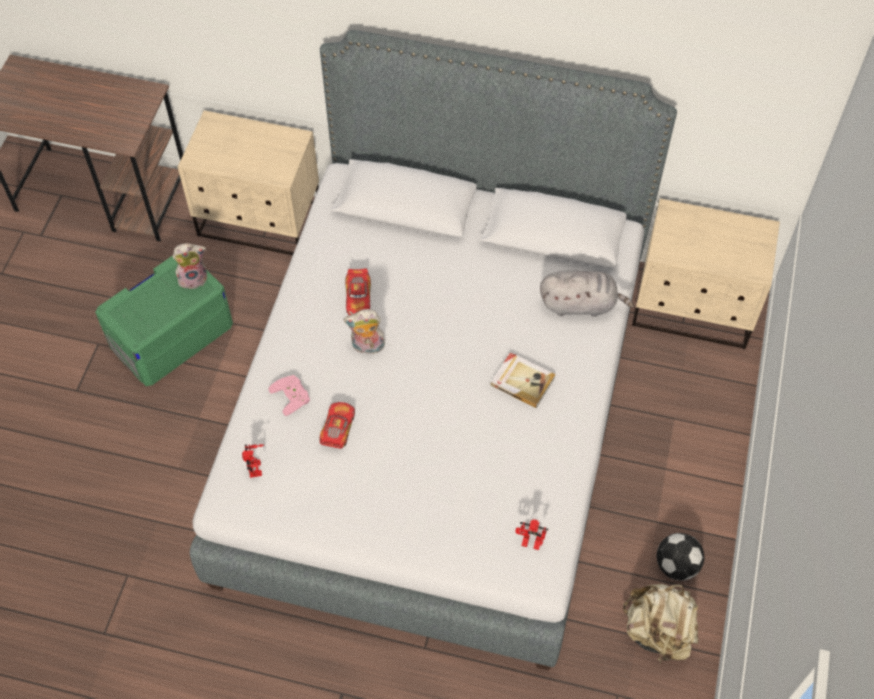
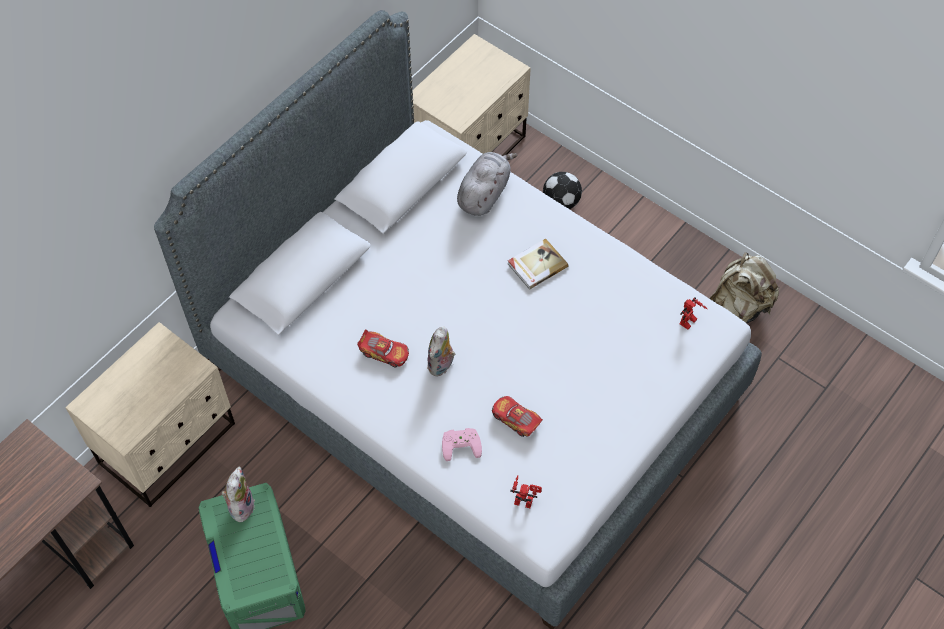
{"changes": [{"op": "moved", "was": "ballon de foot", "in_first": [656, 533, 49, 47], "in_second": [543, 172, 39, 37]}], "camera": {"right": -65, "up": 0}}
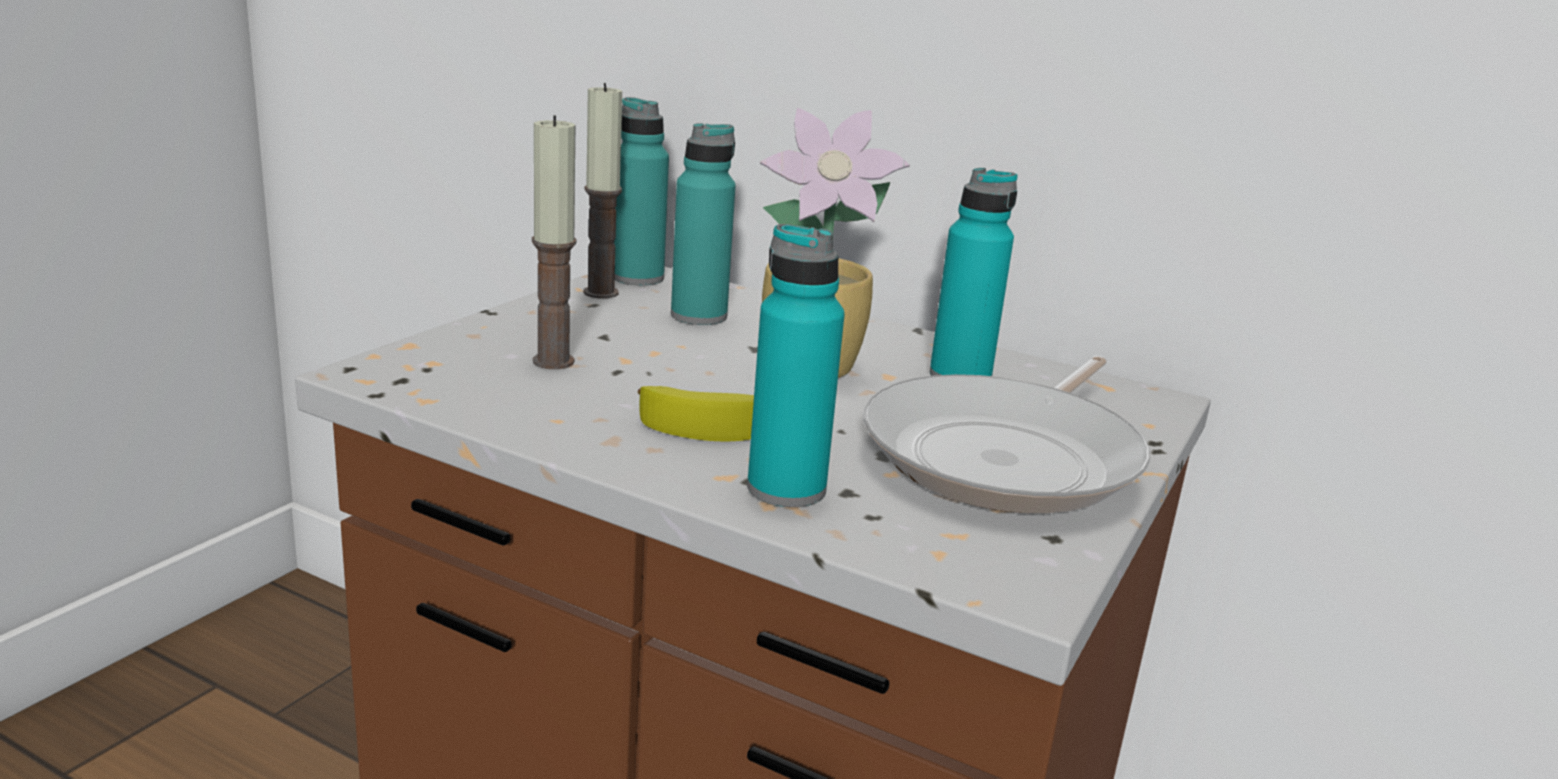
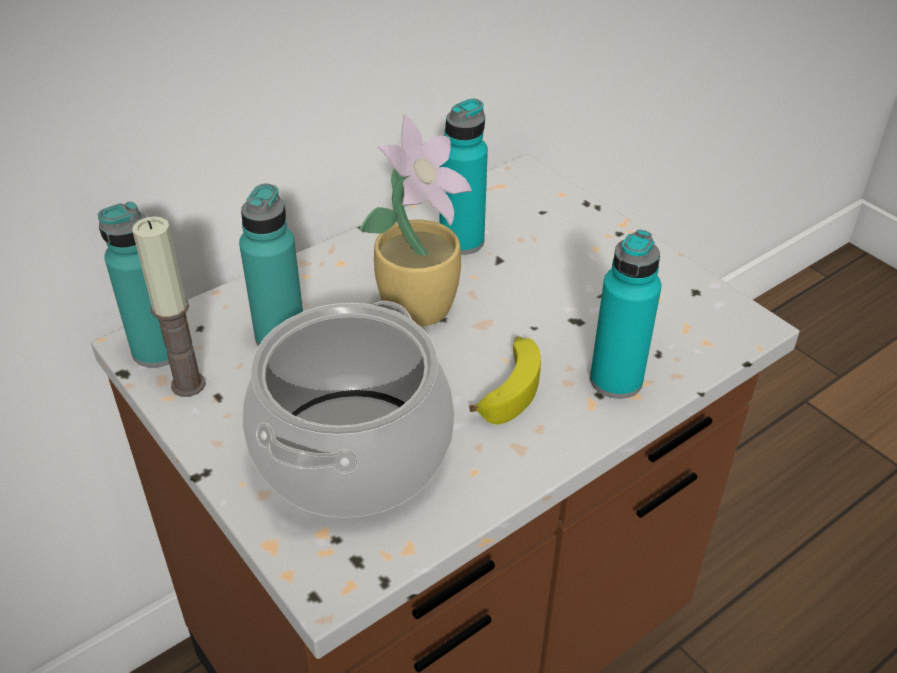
{"changes": [{"op": "removed", "was": "poêle", "in_first": [864, 356, 286, 157]}, {"op": "replaced", "was": "bougie", "now": "marmite", "in_first": [532, 115, 45, 254], "in_second": [242, 301, 212, 217]}], "camera": {"right": -65, "up": 20}}
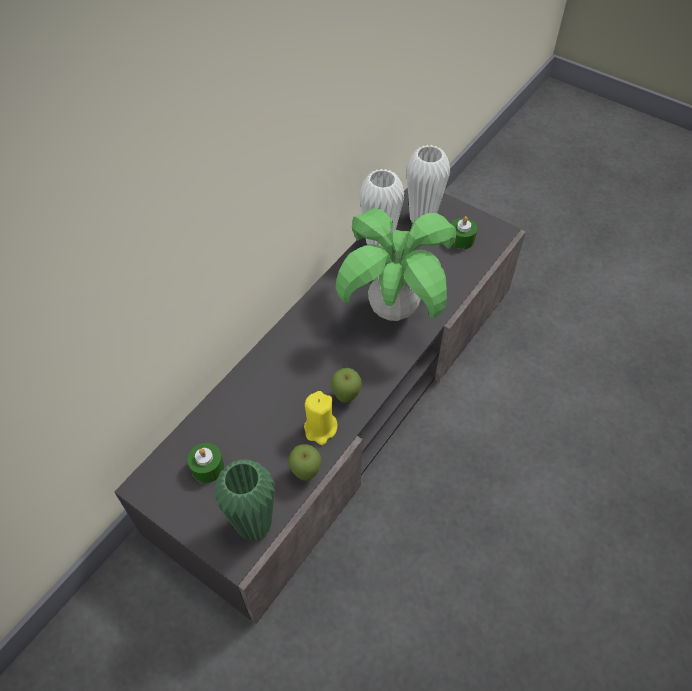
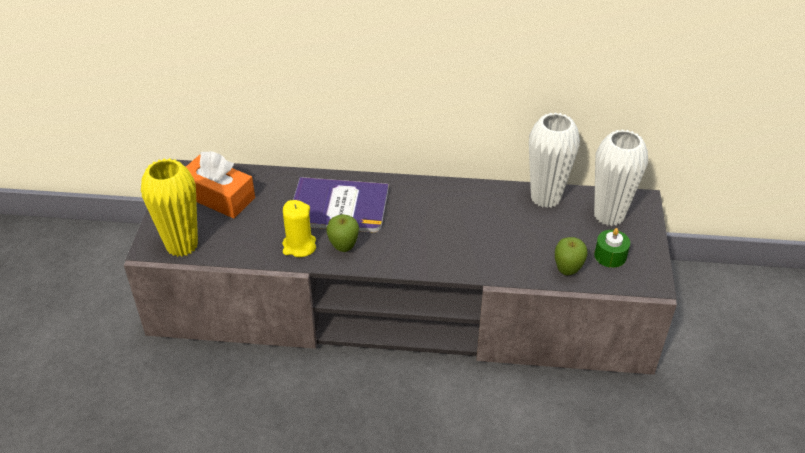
{"changes": [{"op": "removed", "was": "plante en pot", "in_first": [335, 208, 121, 113]}, {"op": "added", "now": "livre", "in_second": [293, 177, 96, 56]}, {"op": "moved", "was": "pomme", "in_first": [288, 444, 33, 37], "in_second": [555, 237, 33, 38]}, {"op": "replaced", "was": "bougie [vert]", "now": "boîte à mouchoirs [orange]", "in_first": [187, 443, 37, 40], "in_second": [186, 151, 69, 67]}, {"op": "recoloured", "was": "vase [vert]", "now": "vase [jaune]", "in_first": [215, 460, 60, 82], "in_second": [141, 158, 57, 99]}], "camera": {"right": 60, "up": -10}}
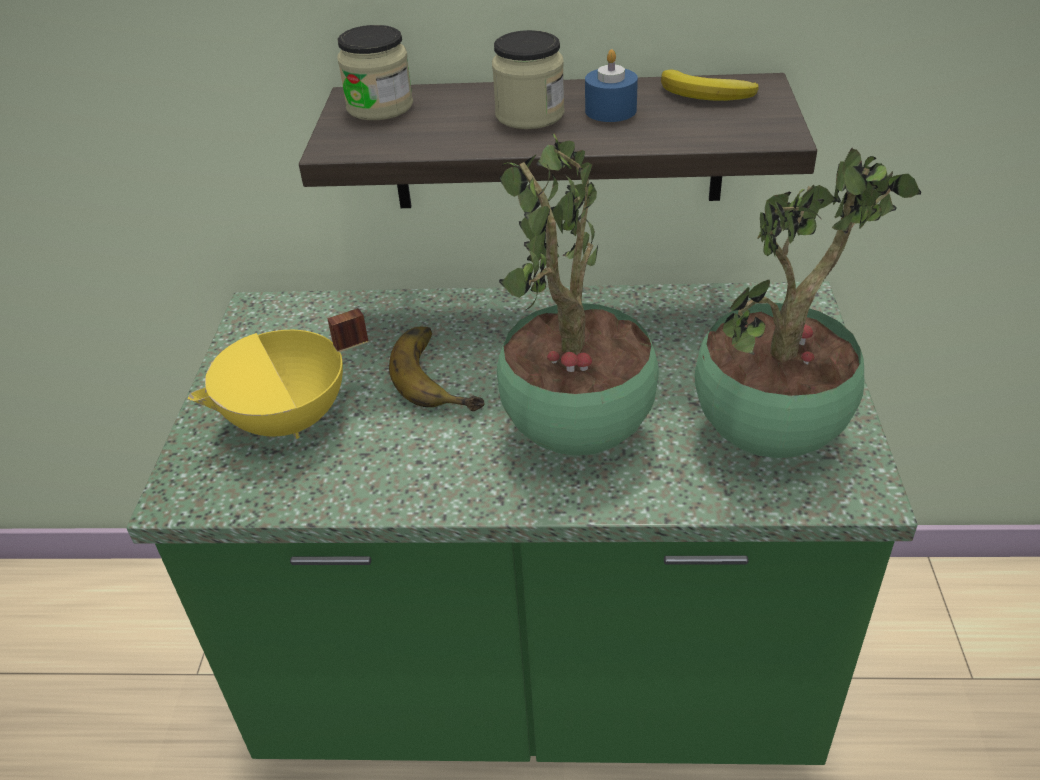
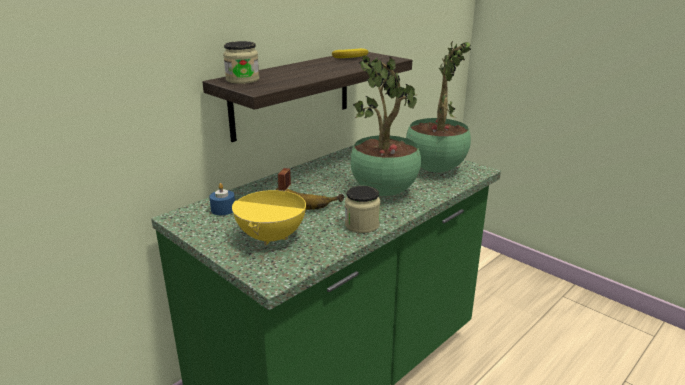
{"changes": [{"op": "moved", "was": "bocal", "in_first": [492, 30, 73, 99], "in_second": [345, 186, 35, 47]}, {"op": "moved", "was": "bougie [bleu]", "in_first": [585, 49, 53, 73], "in_second": [209, 183, 26, 32]}], "camera": {"right": -50, "up": -15}}
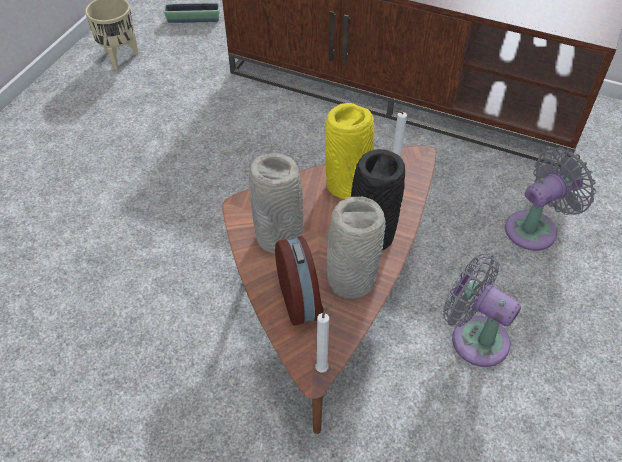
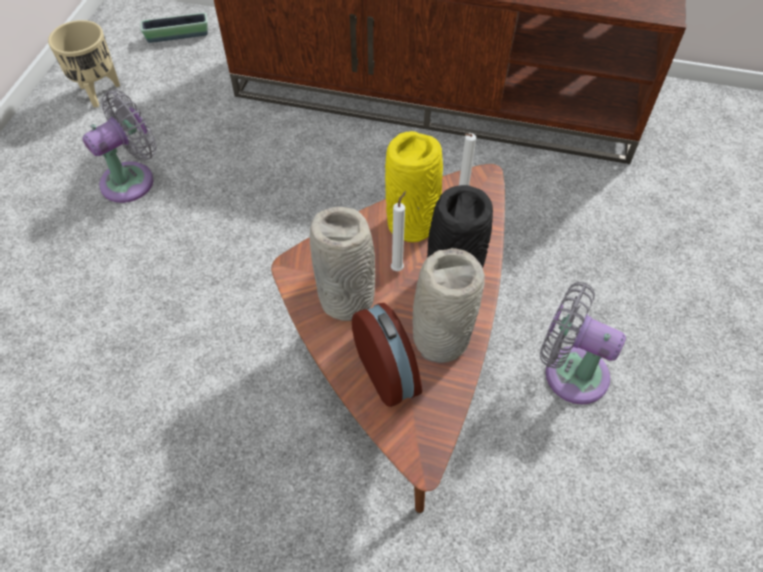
{"changes": [{"op": "moved", "was": "bougie [blanc]", "in_first": [315, 303, 17, 69], "in_second": [391, 191, 15, 80]}, {"op": "moved", "was": "ventilateur [gris]", "in_first": [505, 147, 91, 104], "in_second": [82, 90, 74, 113]}], "camera": {"right": -10, "up": 5}}
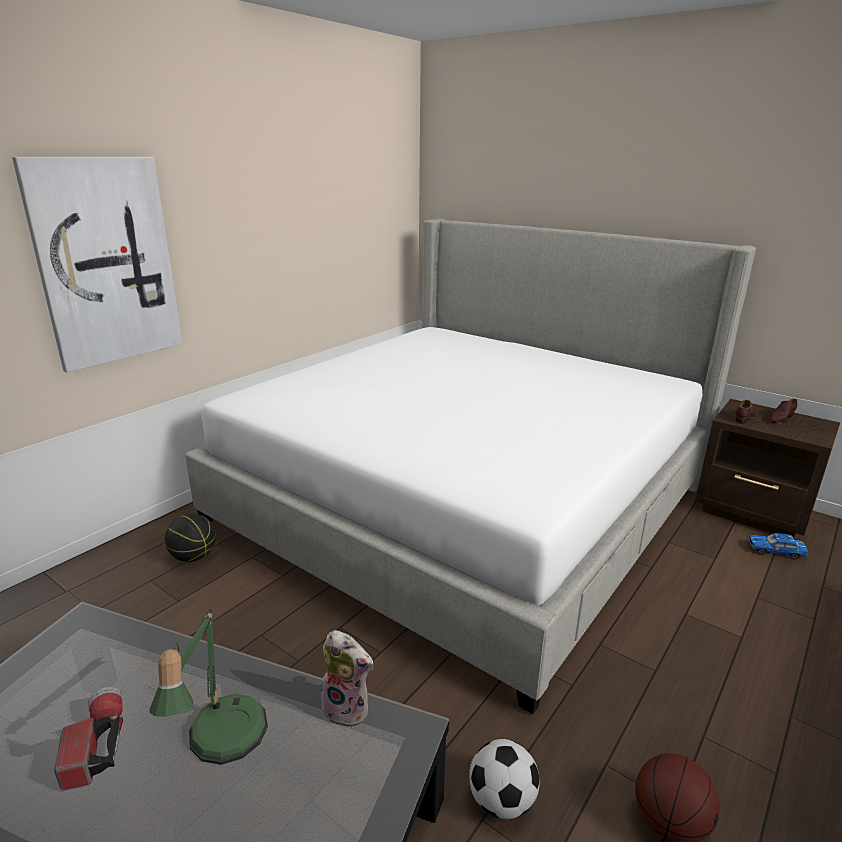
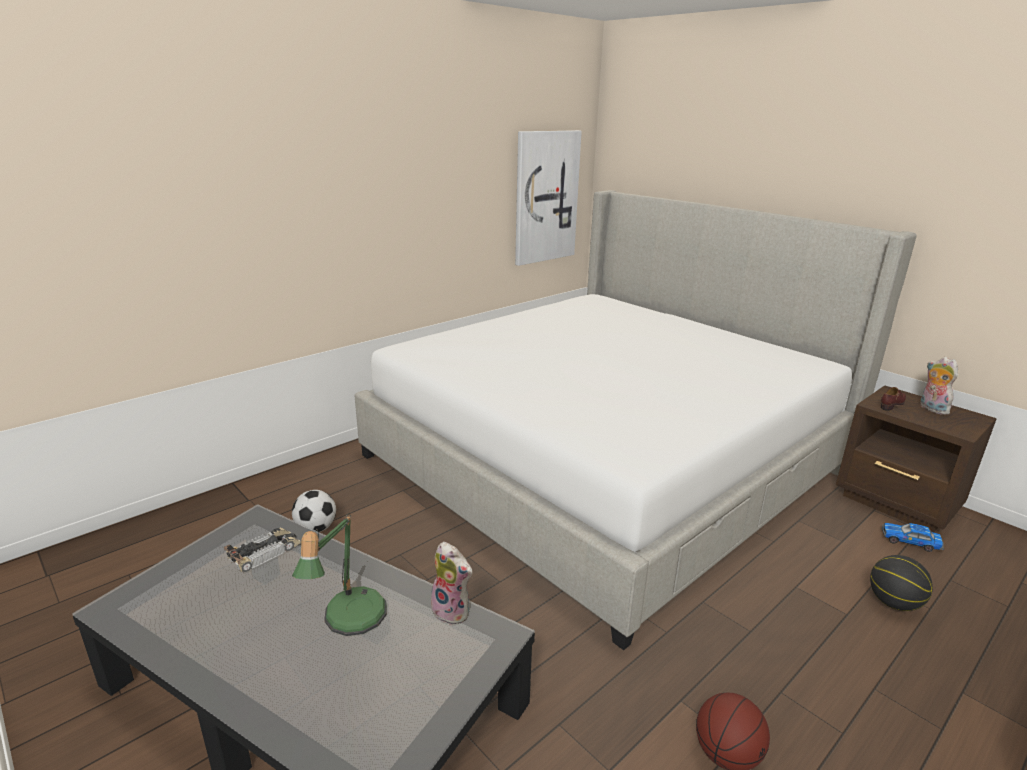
{"changes": [{"op": "removed", "was": "lampe de poche", "in_first": [54, 687, 69, 103]}, {"op": "added", "now": "petite voiture", "in_second": [224, 527, 77, 45]}, {"op": "moved", "was": "tableau", "in_first": [12, 157, 170, 215], "in_second": [515, 130, 67, 136]}, {"op": "moved", "was": "ballon de basket", "in_first": [165, 513, 51, 49], "in_second": [870, 555, 63, 56]}, {"op": "moved", "was": "ballon de foot", "in_first": [469, 739, 70, 80], "in_second": [292, 490, 44, 42]}, {"op": "replaced", "was": "chaussure [marron]", "now": "peluche", "in_first": [770, 399, 27, 24], "in_second": [920, 357, 38, 58]}], "camera": {"right": 10, "up": 0}}
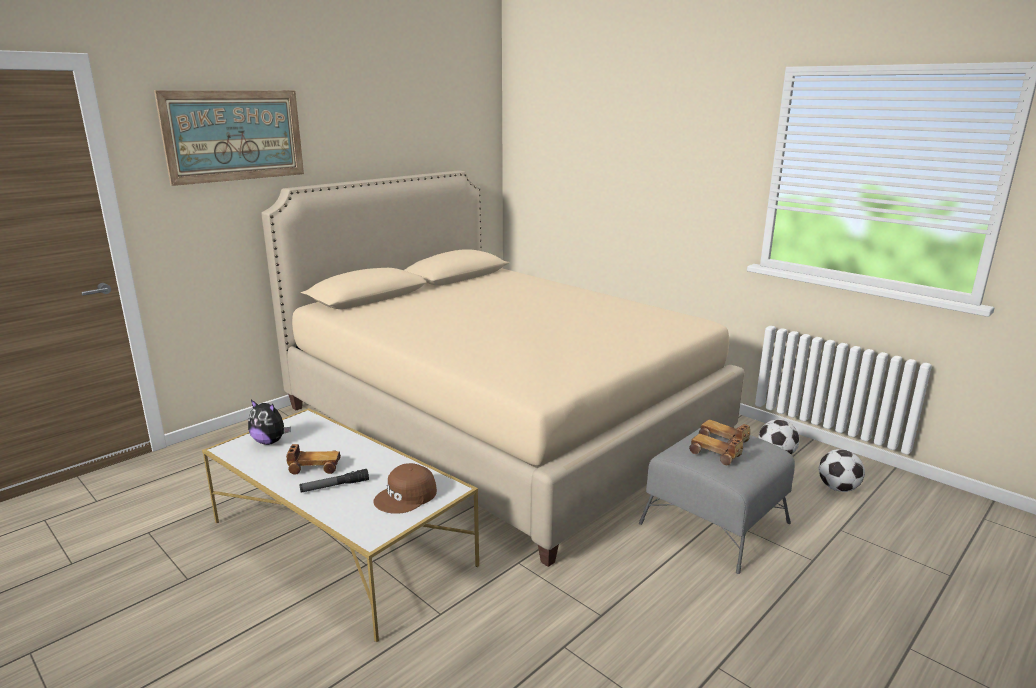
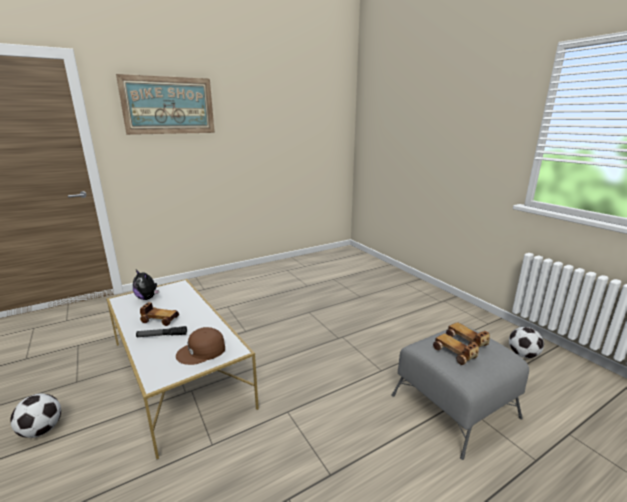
{"changes": [{"op": "removed", "was": "lit [beige]", "in_first": [261, 170, 483, 397]}, {"op": "moved", "was": "ballon de foot", "in_first": [819, 449, 46, 43], "in_second": [10, 393, 51, 45]}], "camera": {"right": 15, "up": 0}}
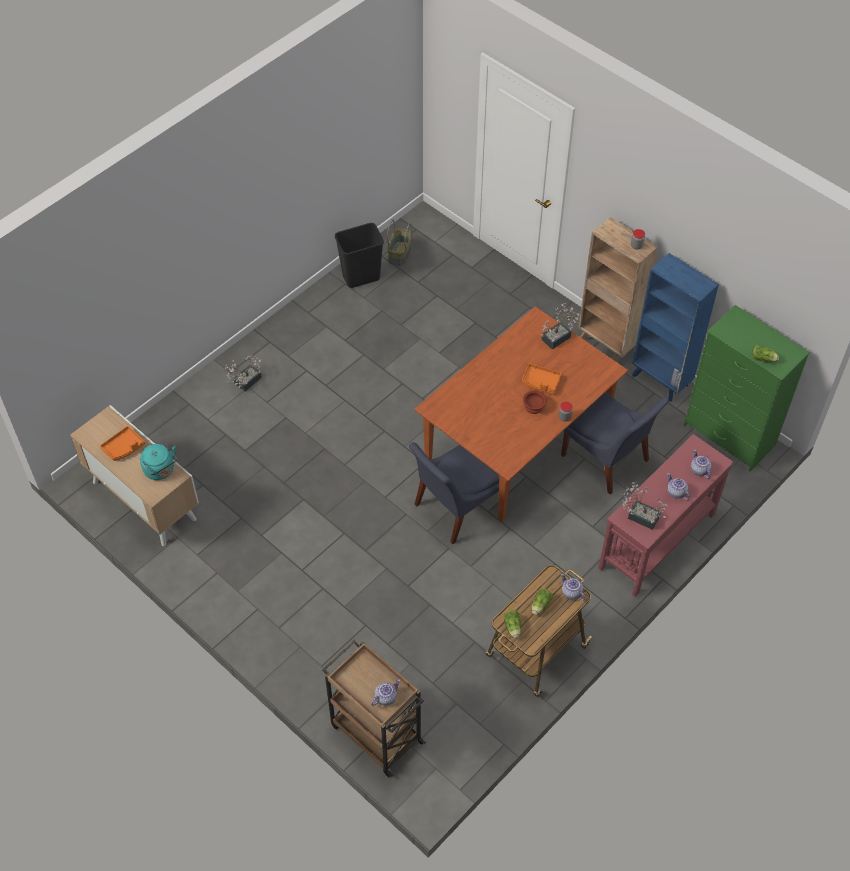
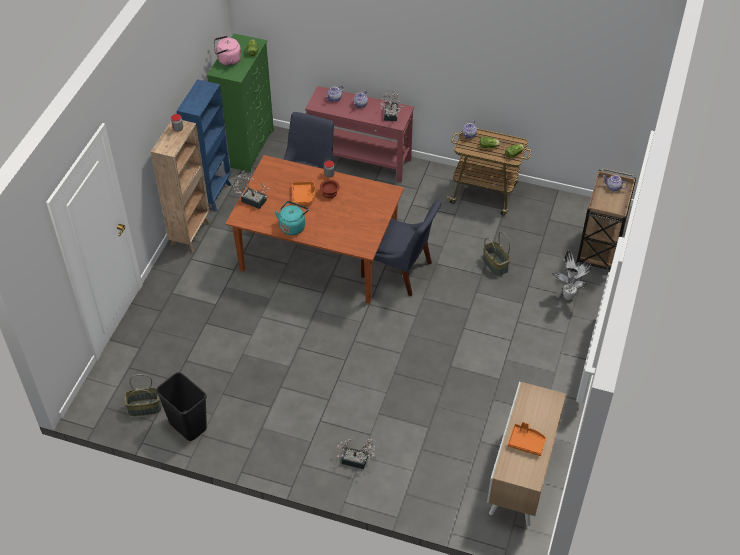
{"changes": [{"op": "added", "now": "bouilloire [rose]", "in_second": [214, 36, 27, 30]}, {"op": "added", "now": "panier", "in_second": [483, 232, 27, 44]}, {"op": "added", "now": "plante en pot", "in_second": [552, 250, 39, 50]}, {"op": "moved", "was": "bouilloire [turquoise]", "in_first": [140, 444, 37, 36], "in_second": [275, 201, 34, 34]}], "camera": {"right": -115, "up": -5}}
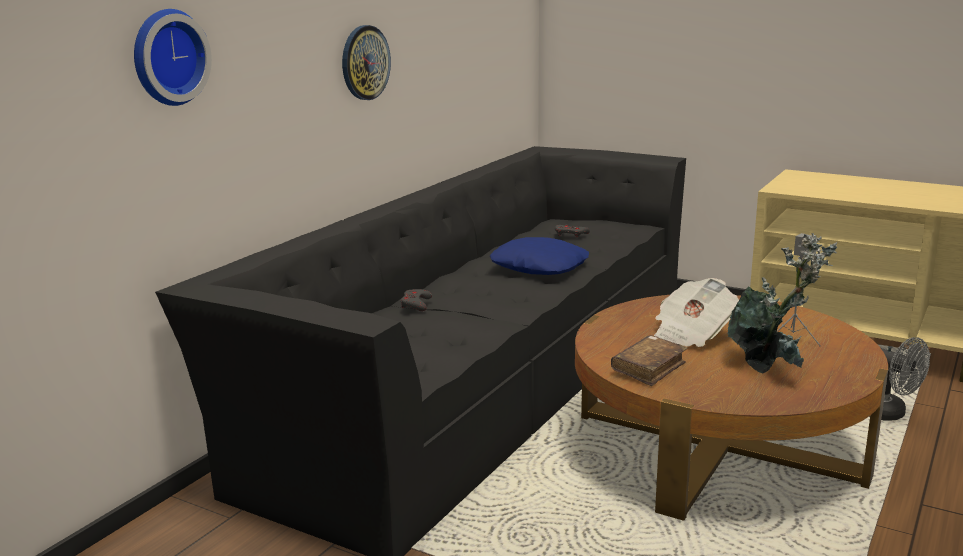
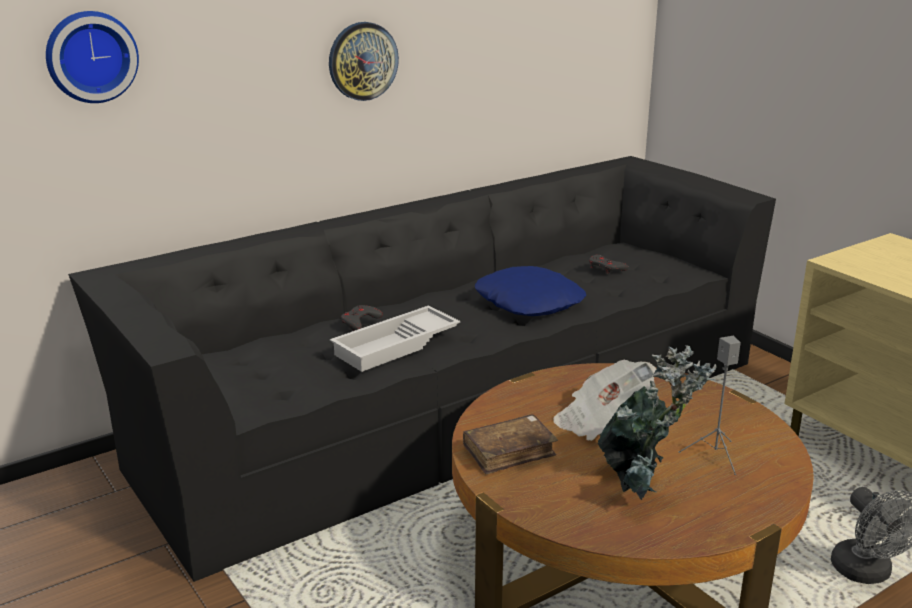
{"changes": [{"op": "added", "now": "plateau [blanc]", "in_second": [330, 305, 130, 67]}], "camera": {"right": 25, "up": 5}}
